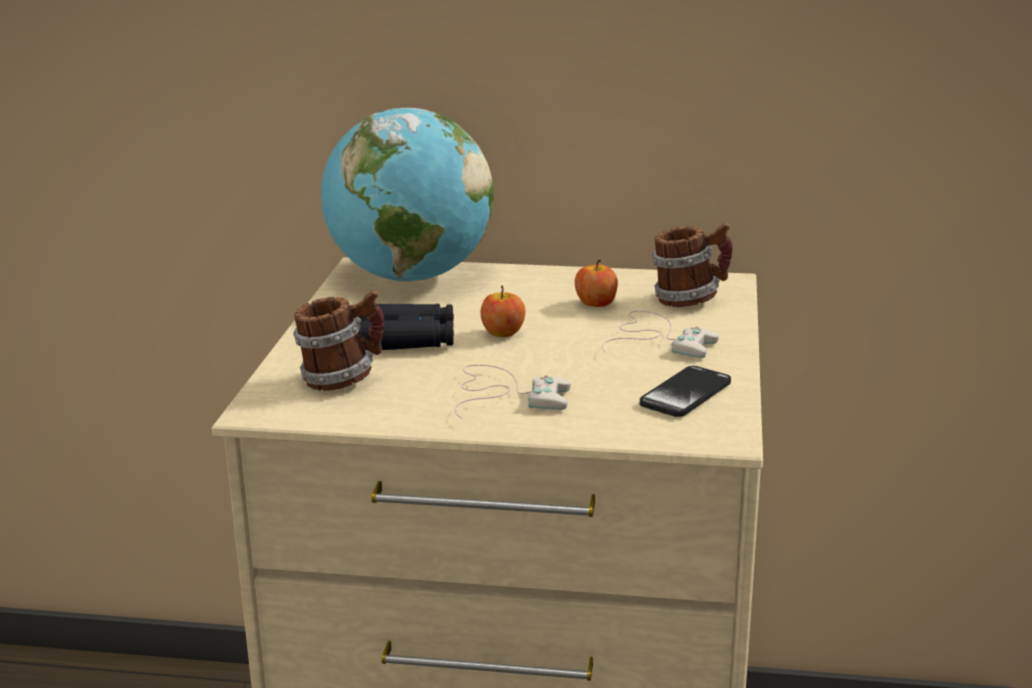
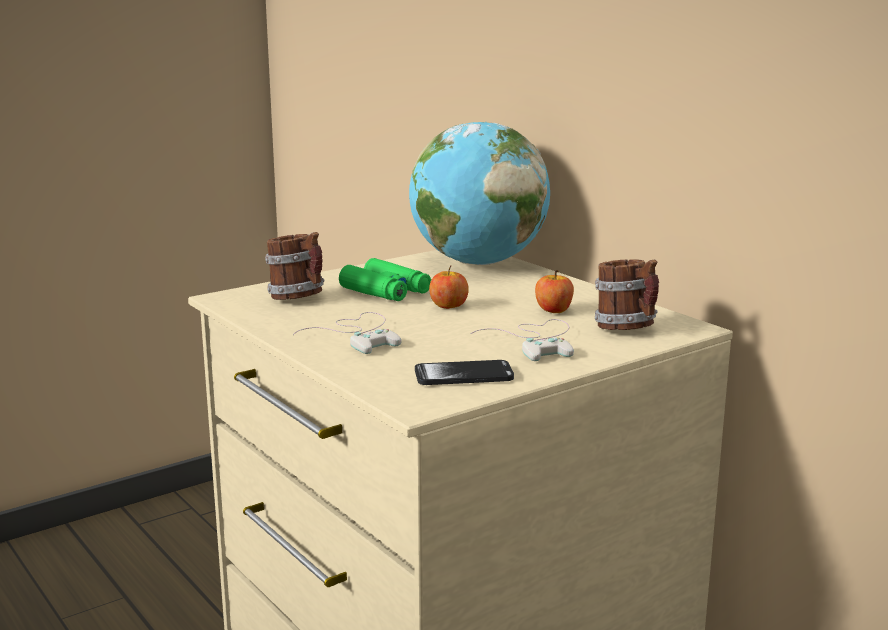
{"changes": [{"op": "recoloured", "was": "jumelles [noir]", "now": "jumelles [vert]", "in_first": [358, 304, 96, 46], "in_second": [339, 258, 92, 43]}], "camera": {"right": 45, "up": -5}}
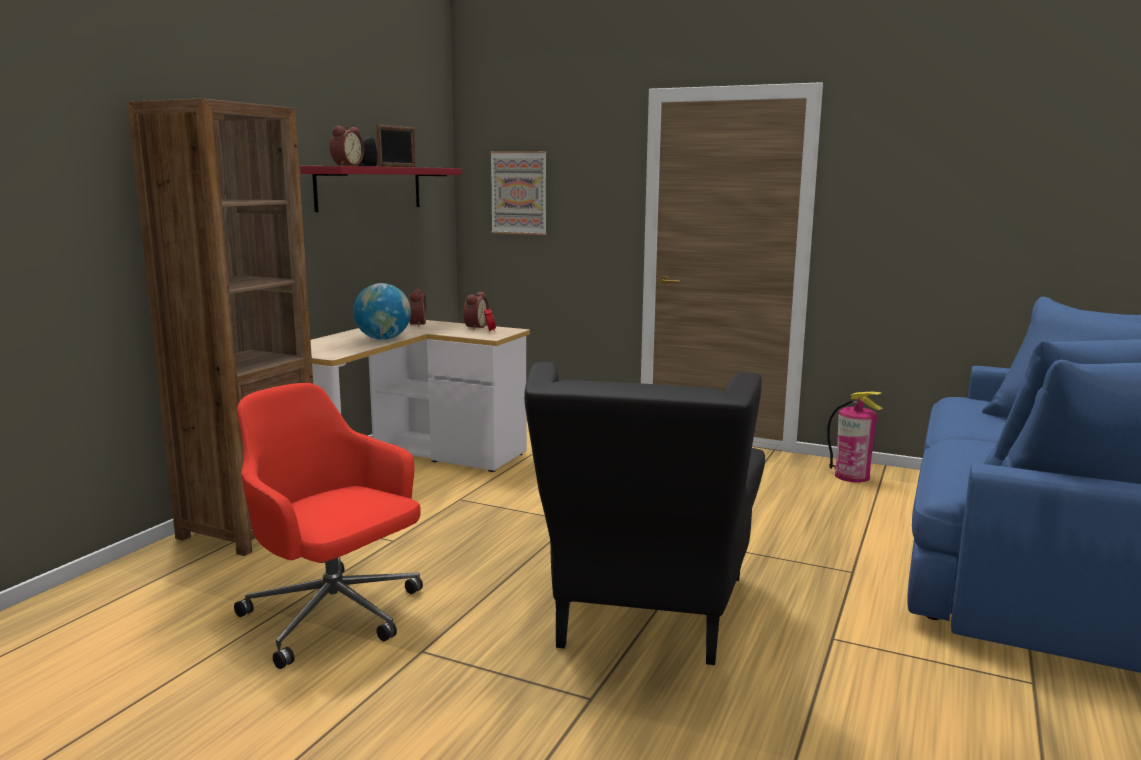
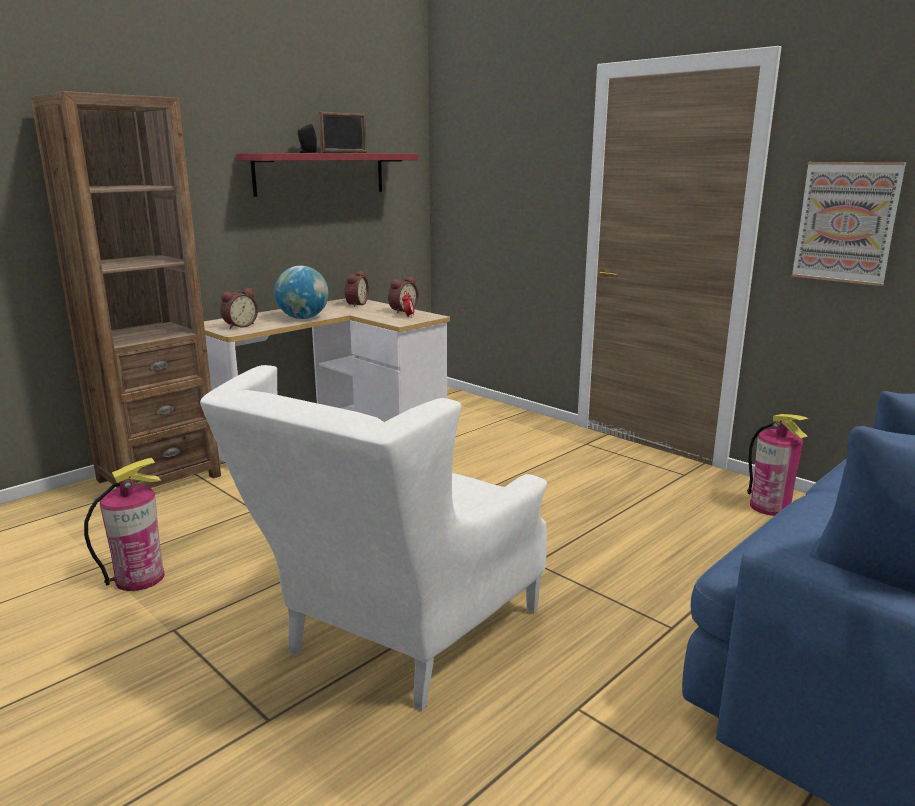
{"changes": [{"op": "moved", "was": "réveil", "in_first": [330, 126, 34, 40], "in_second": [220, 288, 38, 41]}, {"op": "moved", "was": "tableau", "in_first": [490, 151, 57, 84], "in_second": [791, 162, 115, 124]}, {"op": "replaced", "was": "chaise de bureau [rouge]", "now": "extincteur", "in_first": [234, 383, 189, 286], "in_second": [84, 458, 81, 133]}, {"op": "recoloured", "was": "fauteuil [noir]", "now": "fauteuil [blanc]", "in_first": [524, 362, 241, 303], "in_second": [200, 365, 347, 346]}], "camera": {"right": 20, "up": 5}}
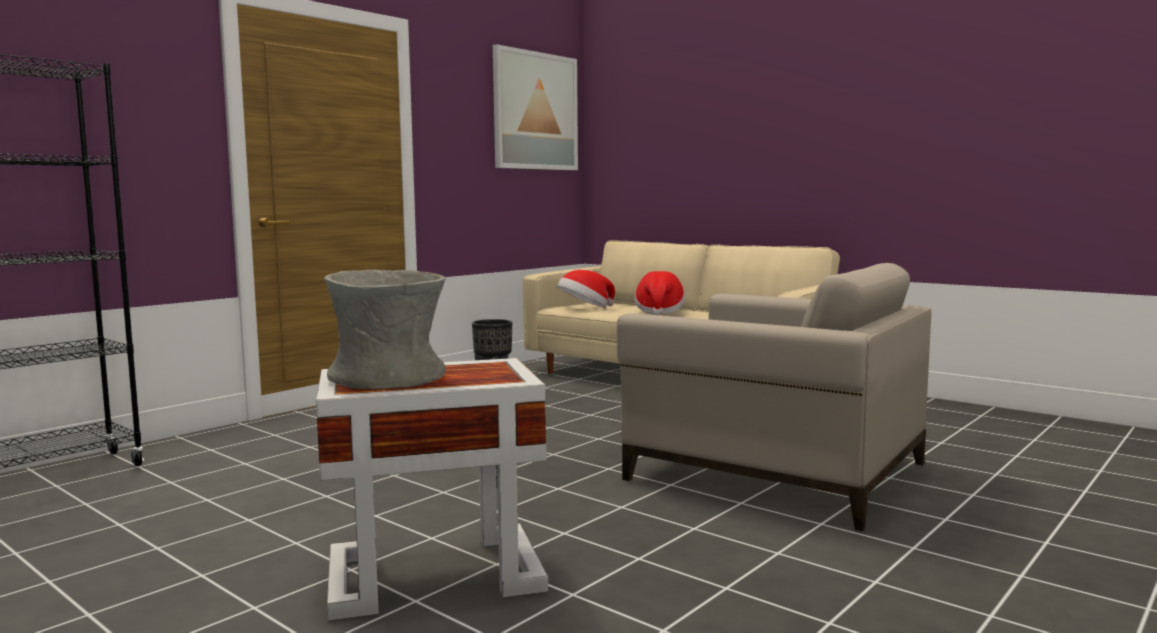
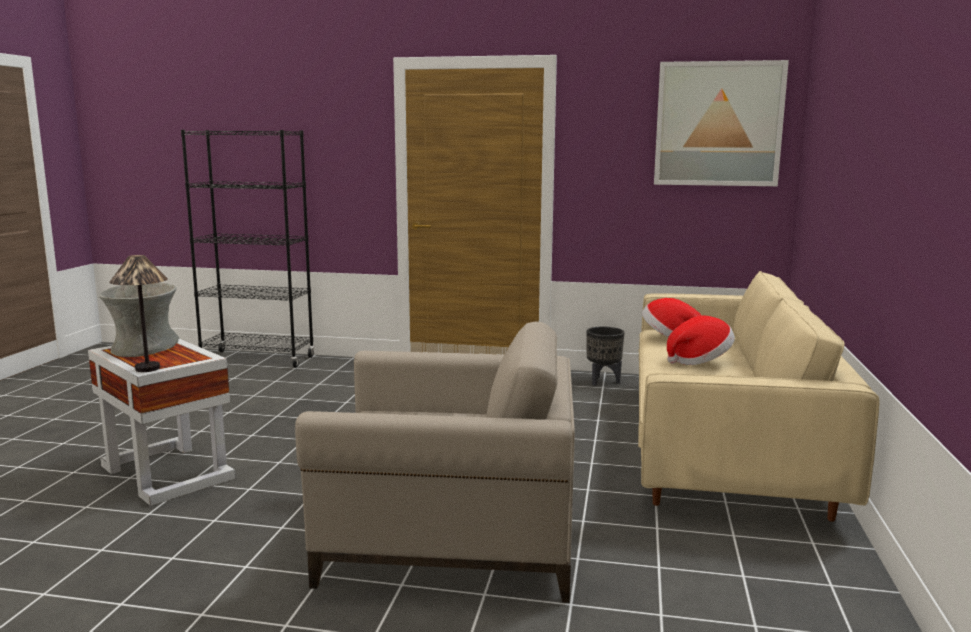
{"changes": [{"op": "added", "now": "lampe de table", "in_second": [109, 255, 59, 117]}, {"op": "turned", "was": "fauteuil [beige]", "in_first": [617, 263, 315, 268], "in_second": [295, 321, 280, 282], "clockwise": -90}], "camera": {"right": 60, "up": 5}}
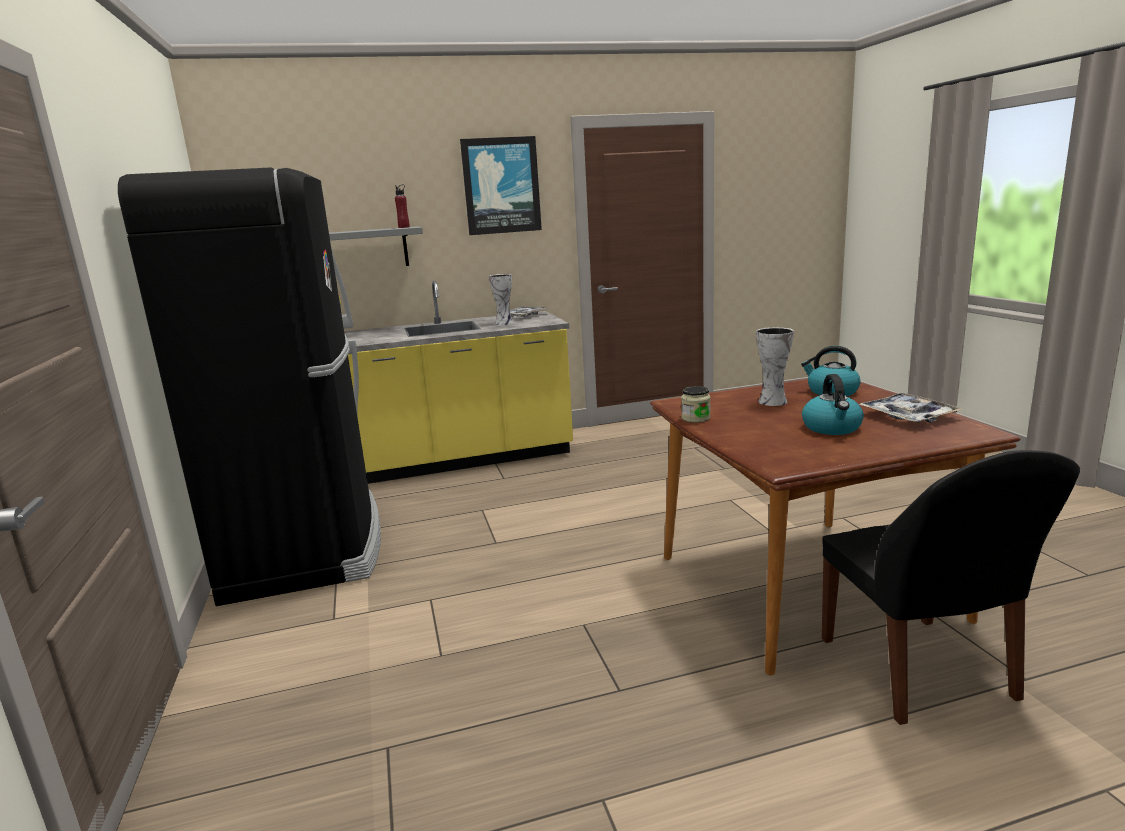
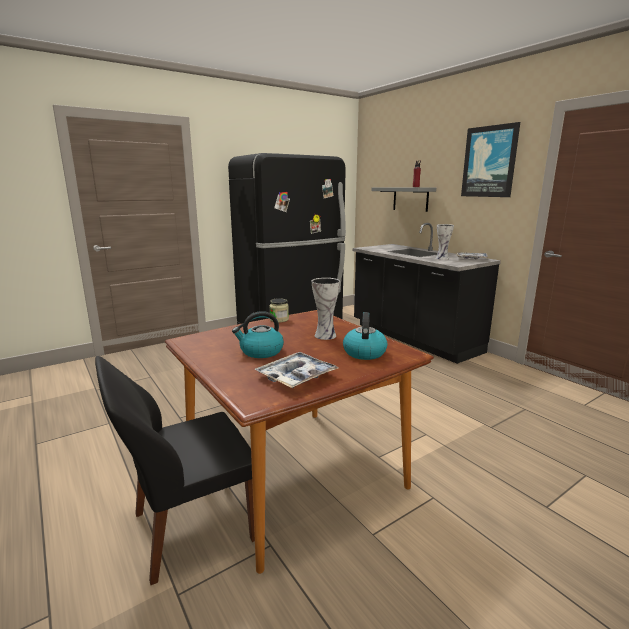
{"changes": [{"op": "recoloured", "was": "comptoir de cuisine [jaune]", "now": "comptoir de cuisine [noir]", "in_first": [344, 280, 229, 204], "in_second": [353, 223, 148, 141]}], "camera": {"right": 70, "up": 0}}
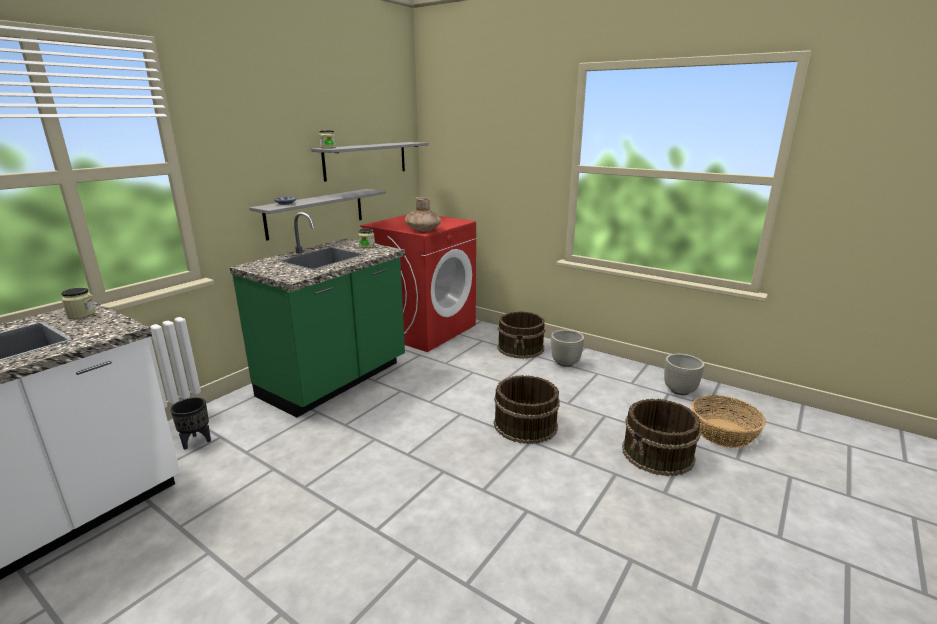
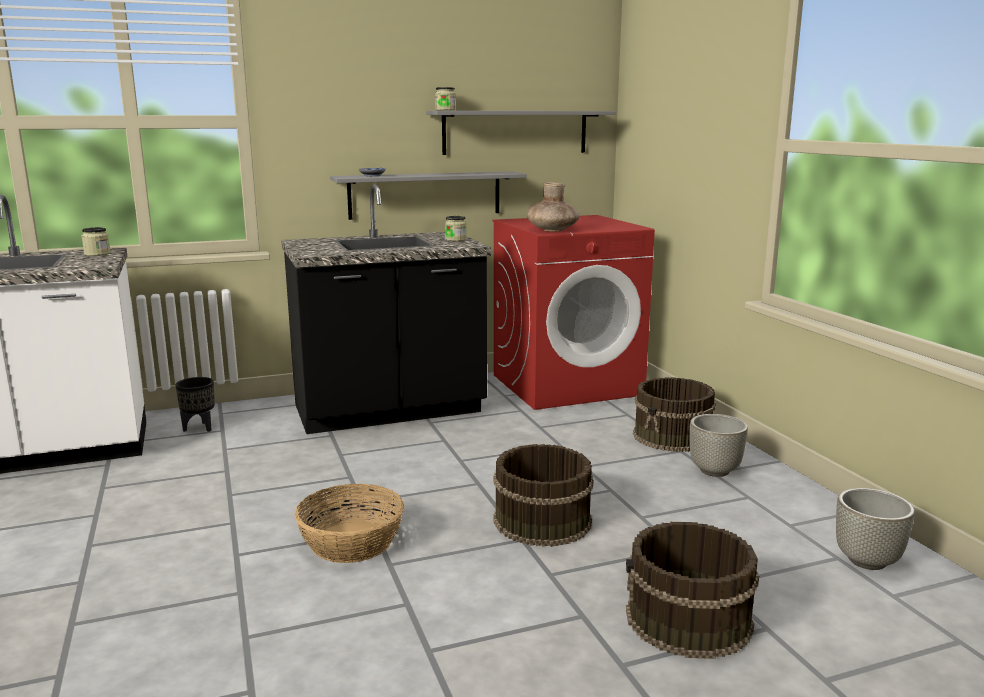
{"changes": [{"op": "moved", "was": "panier", "in_first": [691, 395, 75, 53], "in_second": [295, 484, 109, 79]}, {"op": "recoloured", "was": "comptoir de cuisine [vert]", "now": "comptoir de cuisine [noir]", "in_first": [230, 212, 175, 205], "in_second": [281, 184, 210, 250]}], "camera": {"right": 35, "up": -5}}
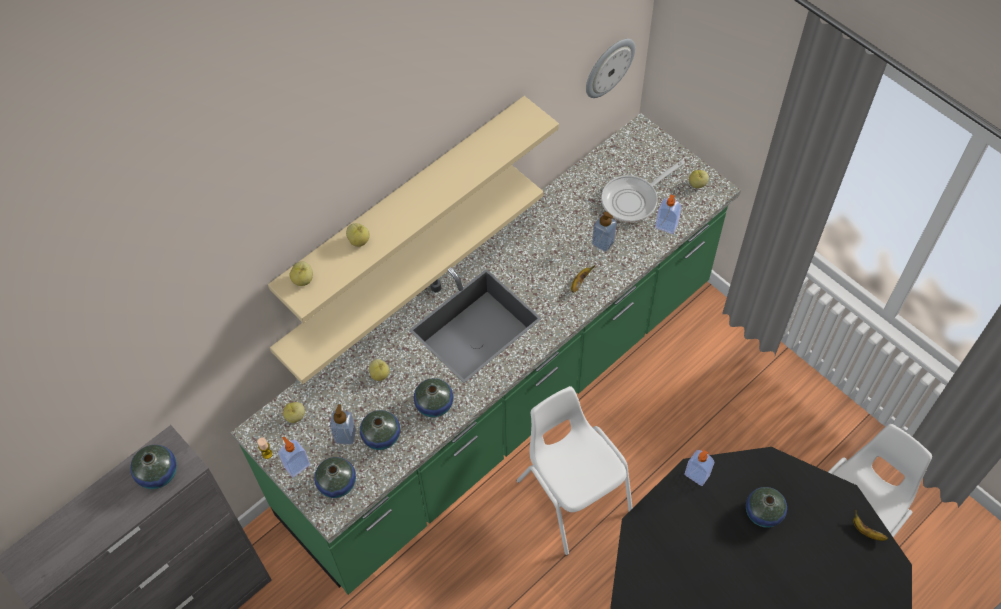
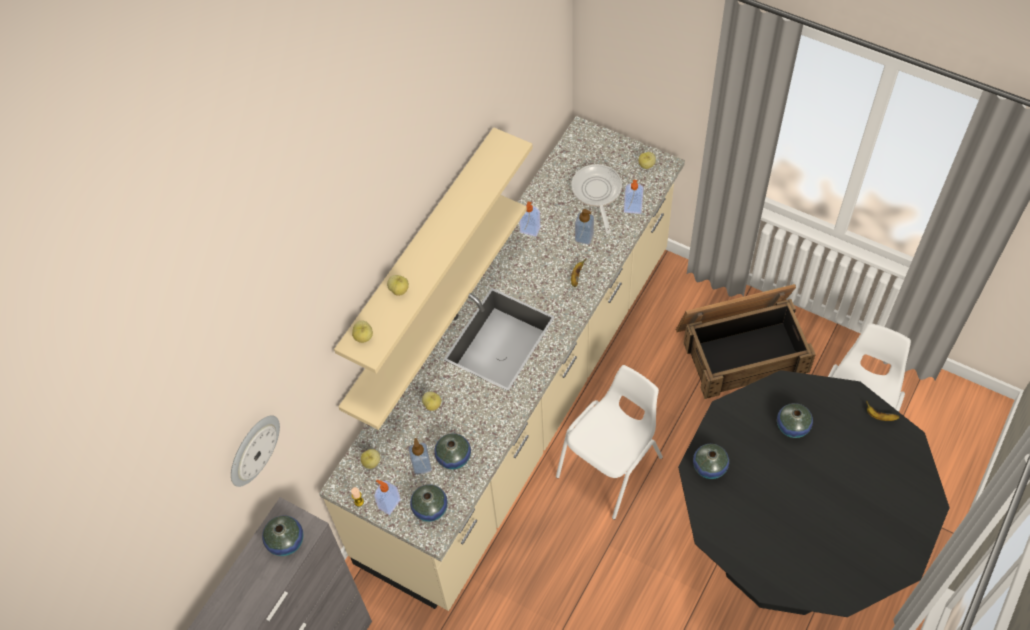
{"changes": [{"op": "added", "now": "caisse", "in_second": [676, 284, 140, 115]}, {"op": "moved", "was": "vase", "in_first": [414, 378, 40, 39], "in_second": [693, 444, 36, 35]}, {"op": "moved", "was": "horloge murale", "in_first": [586, 39, 49, 59], "in_second": [231, 415, 49, 72]}, {"op": "moved", "was": "distributeur de savon", "in_first": [684, 450, 30, 36], "in_second": [519, 202, 21, 35]}, {"op": "recoloured", "was": "comptoir de cuisine [vert]", "now": "comptoir de cuisine [beige]", "in_first": [231, 113, 510, 482], "in_second": [319, 116, 366, 495]}, {"op": "turned", "was": "chaise [blanc]", "in_first": [517, 386, 116, 169], "in_second": [556, 365, 107, 155], "clockwise": 90}, {"op": "turned", "was": "poêle", "in_first": [601, 160, 84, 63], "in_second": [571, 164, 51, 70], "clockwise": 135}], "camera": {"right": -15, "up": 0}}
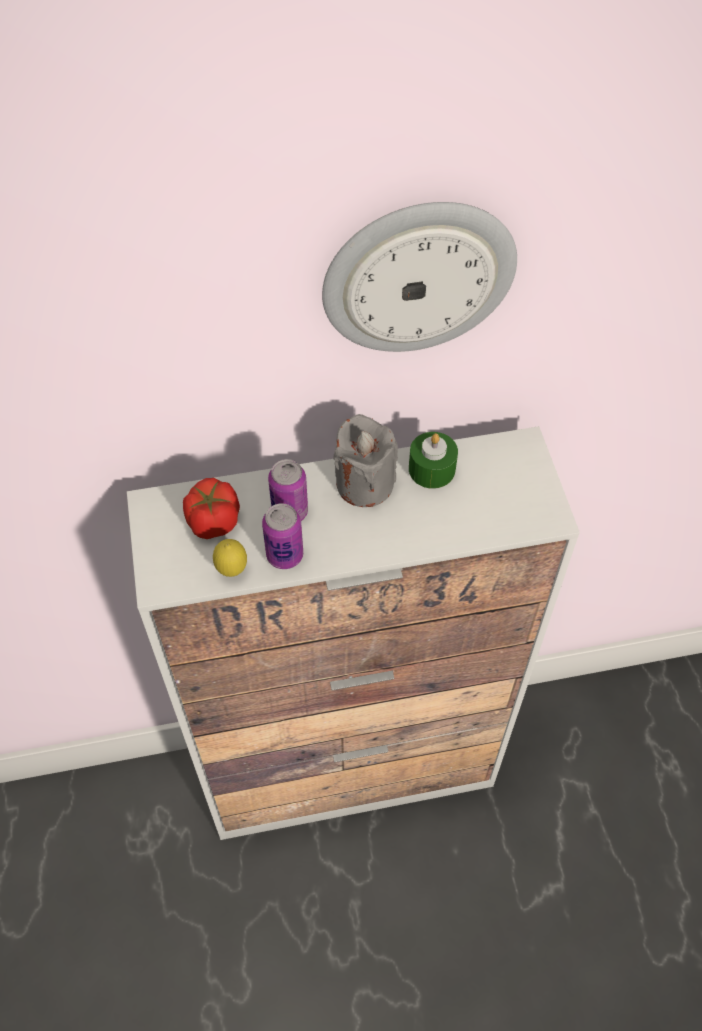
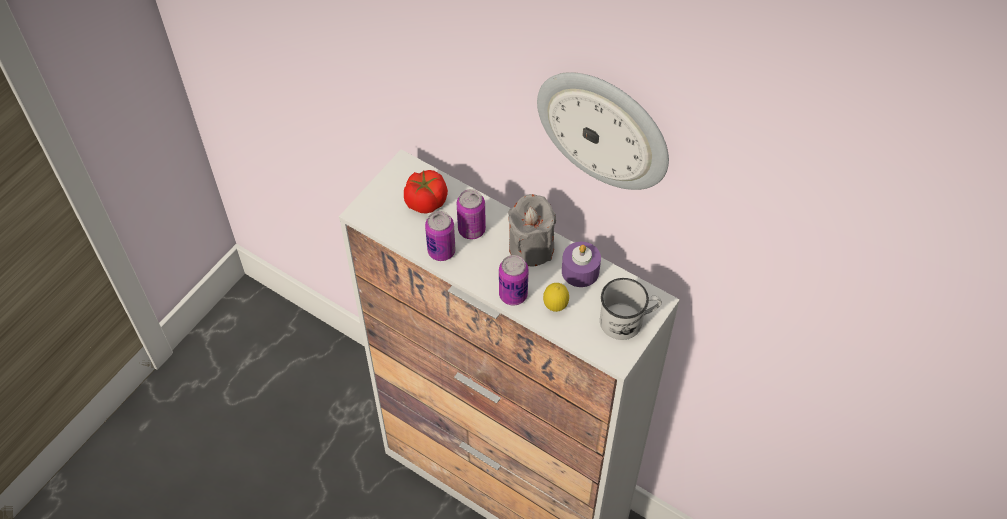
{"changes": [{"op": "added", "now": "boîte métallique", "in_second": [499, 255, 29, 50]}, {"op": "added", "now": "mug [blanc]", "in_second": [600, 278, 62, 62]}, {"op": "moved", "was": "citron", "in_first": [213, 539, 34, 38], "in_second": [543, 283, 26, 29]}, {"op": "recoloured", "was": "bougie [vert]", "now": "bougie [violet]", "in_first": [409, 432, 49, 57], "in_second": [562, 242, 39, 45]}], "camera": {"right": 45, "up": 0}}
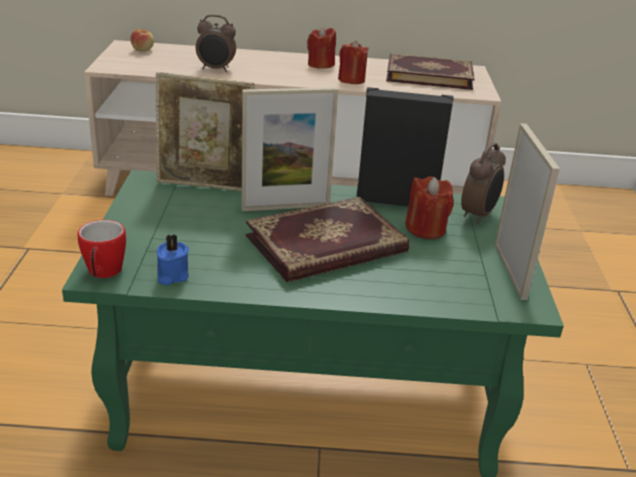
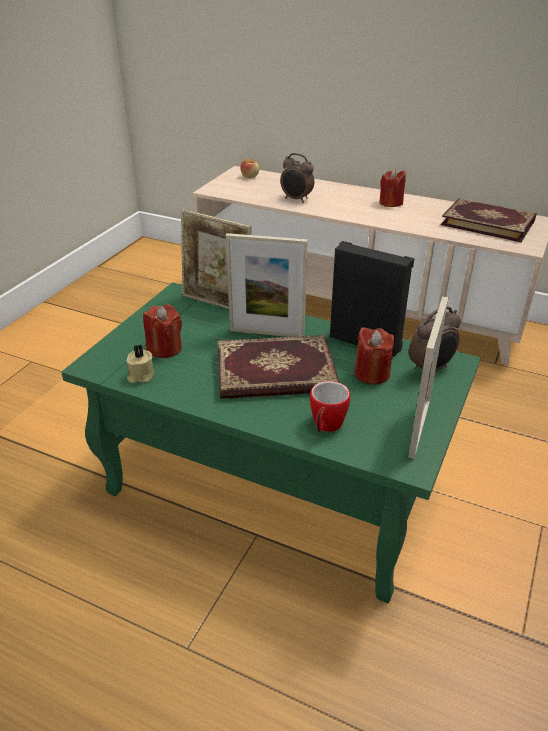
{"changes": [{"op": "moved", "was": "mug", "in_first": [78, 220, 48, 58], "in_second": [310, 381, 40, 51]}, {"op": "moved", "was": "bougie [rouge]", "in_first": [338, 40, 31, 44], "in_second": [143, 304, 39, 54]}, {"op": "recoloured", "was": "bougie [bleu]", "now": "bougie [beige]", "in_first": [157, 234, 32, 51], "in_second": [126, 345, 28, 38]}], "camera": {"right": 25, "up": 5}}
